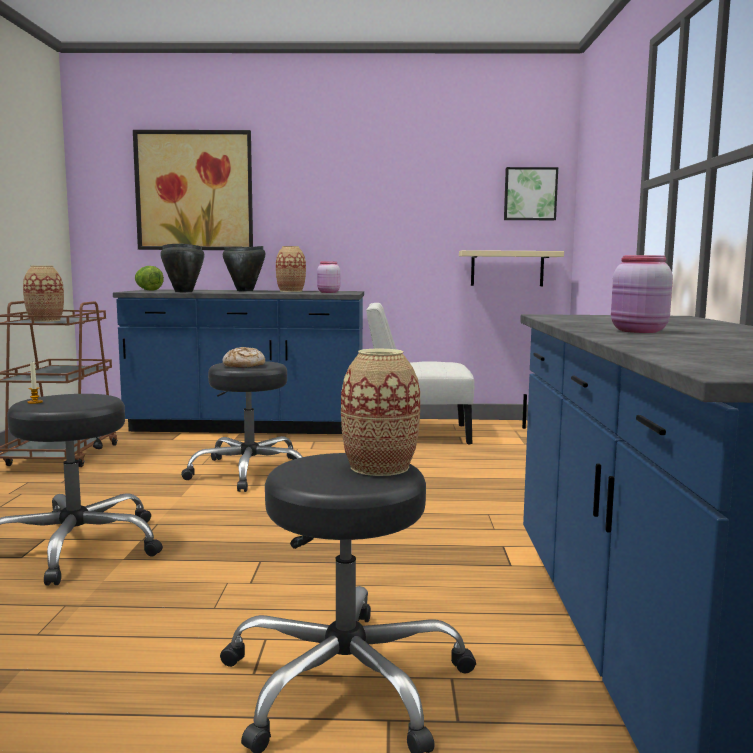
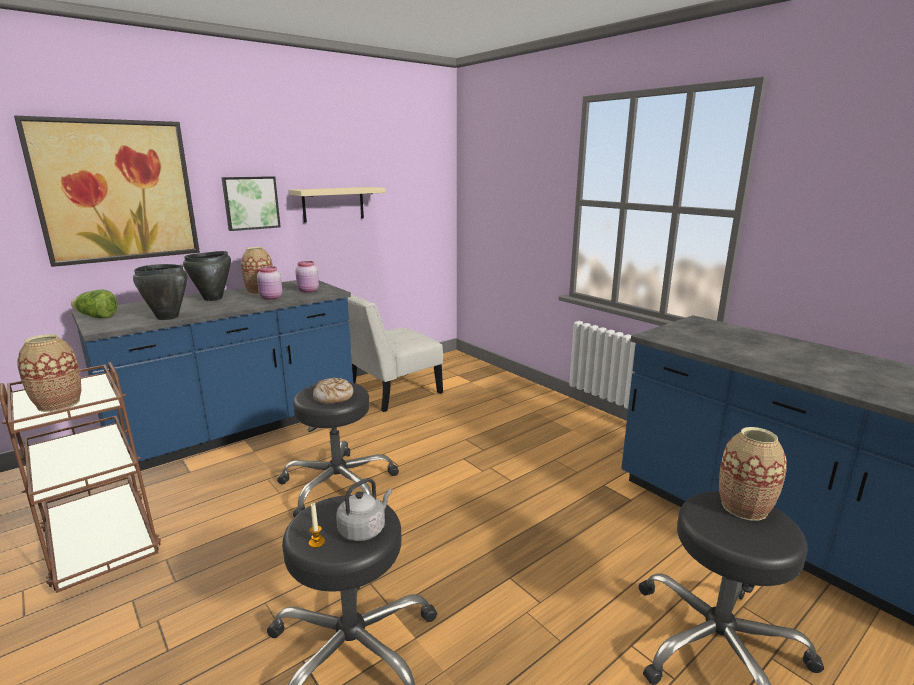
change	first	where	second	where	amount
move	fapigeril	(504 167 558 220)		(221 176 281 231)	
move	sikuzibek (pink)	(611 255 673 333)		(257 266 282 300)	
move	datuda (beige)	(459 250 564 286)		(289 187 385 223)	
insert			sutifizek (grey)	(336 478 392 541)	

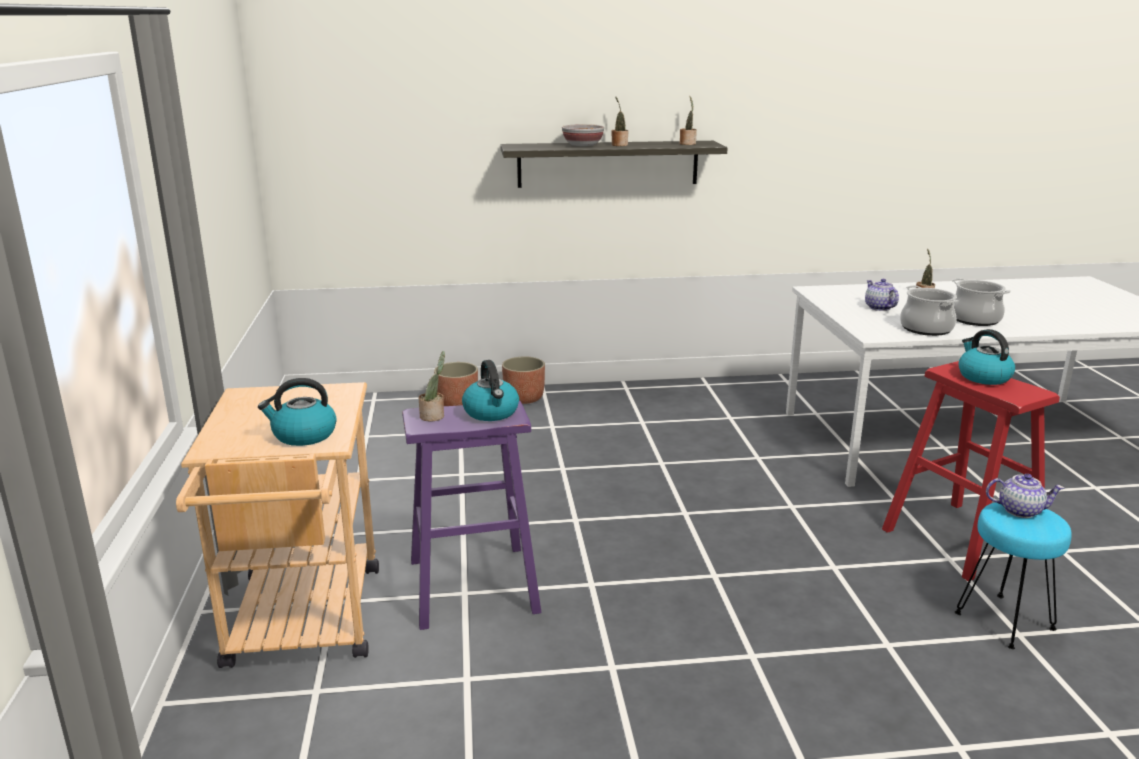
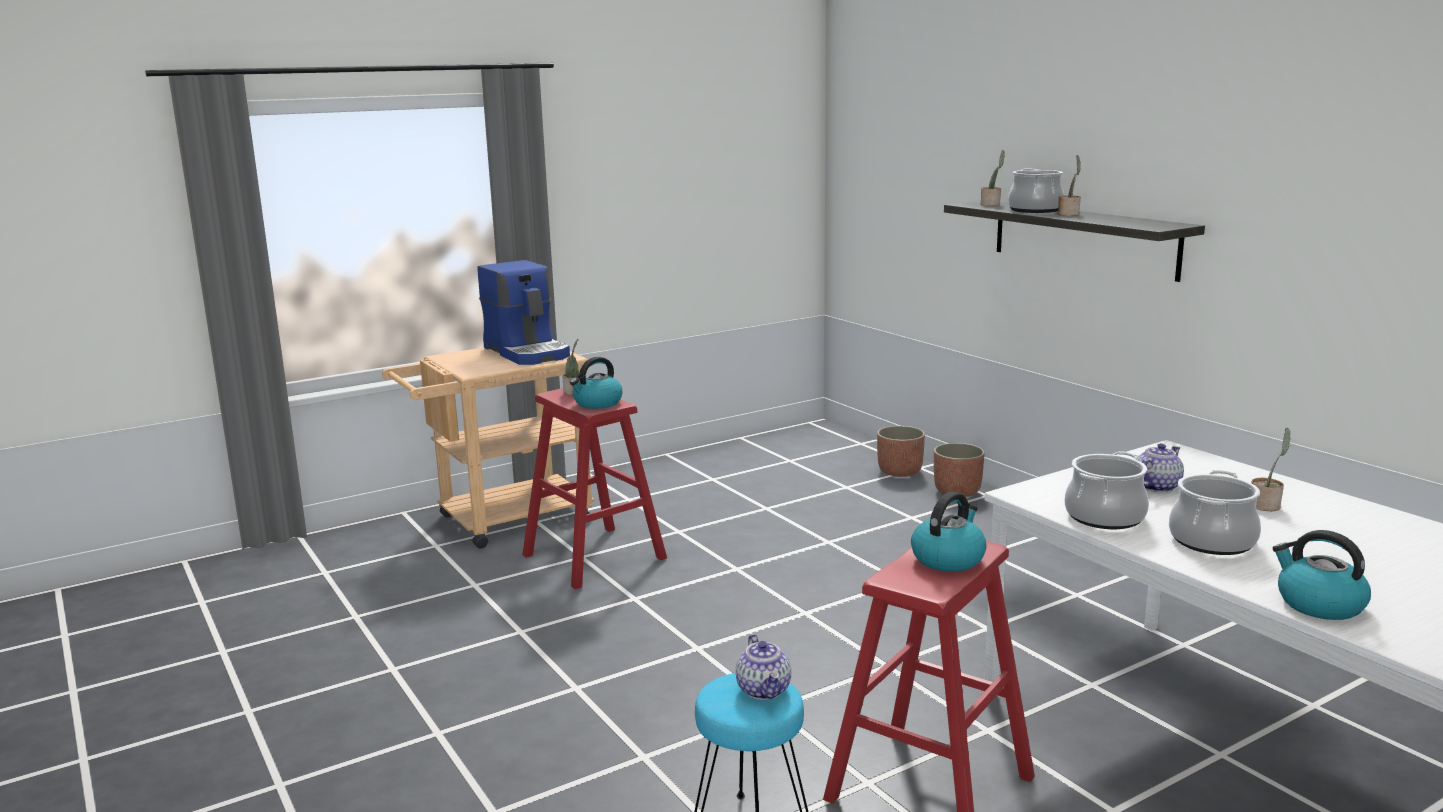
change	first	where	second	where	amount
insert			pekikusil	(477 260 570 365)	
recolor	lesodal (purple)	(402 400 542 630)	lesodal (red)	(522 388 667 589)	
move	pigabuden	(680 96 697 145)		(981 150 1005 206)	
replace	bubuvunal	(562 124 604 146)	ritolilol	(1008 168 1064 213)	
move	sutifizek	(258 378 337 446)		(1273 530 1371 620)	

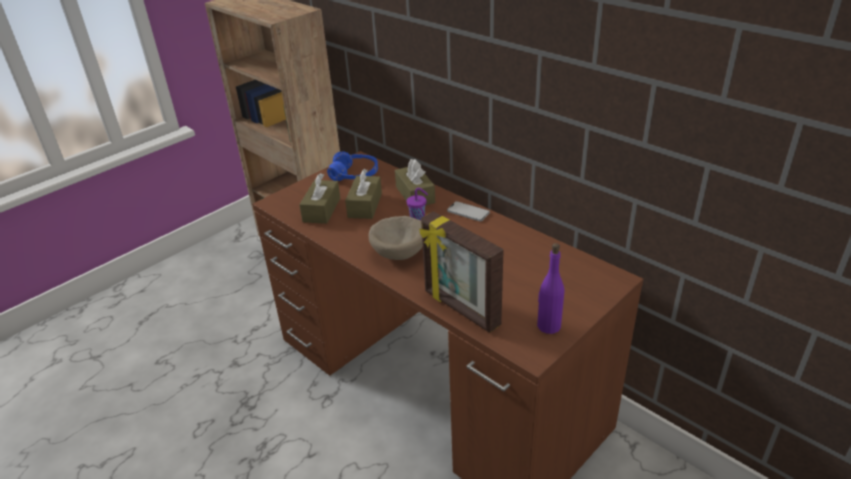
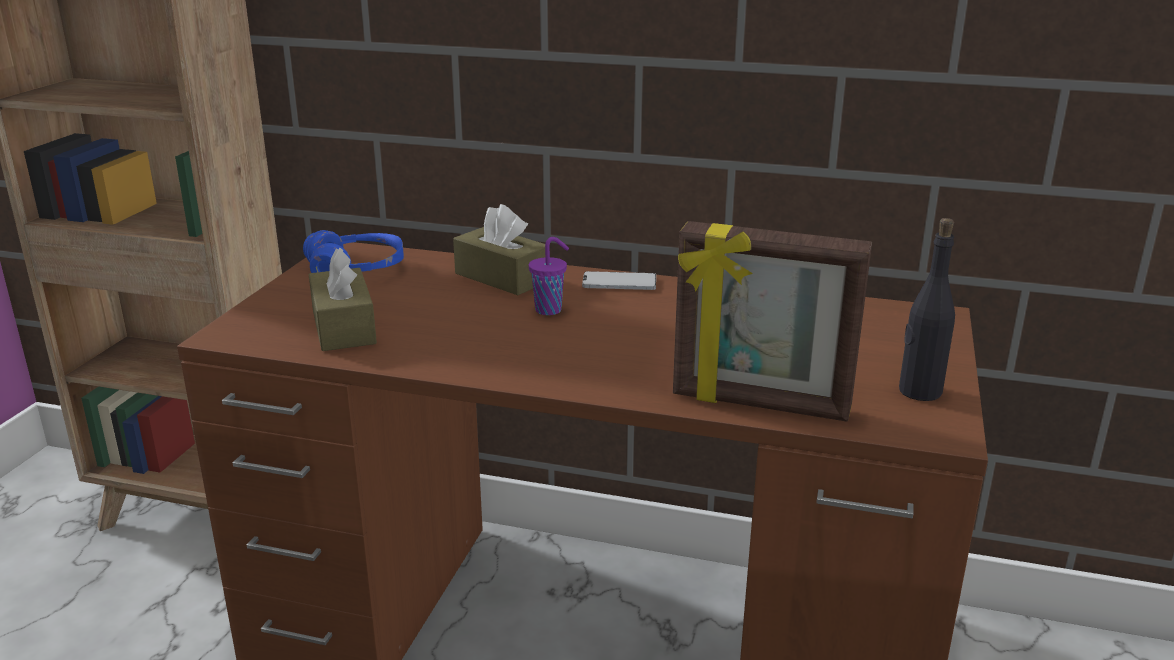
change	first	where	second	where	amount
recolor	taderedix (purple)	(537 243 564 334)	taderedix (black)	(899 218 955 401)	
delete	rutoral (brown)	(345 169 382 219)			
delete	bubuvunal (beige)	(369 216 423 260)			

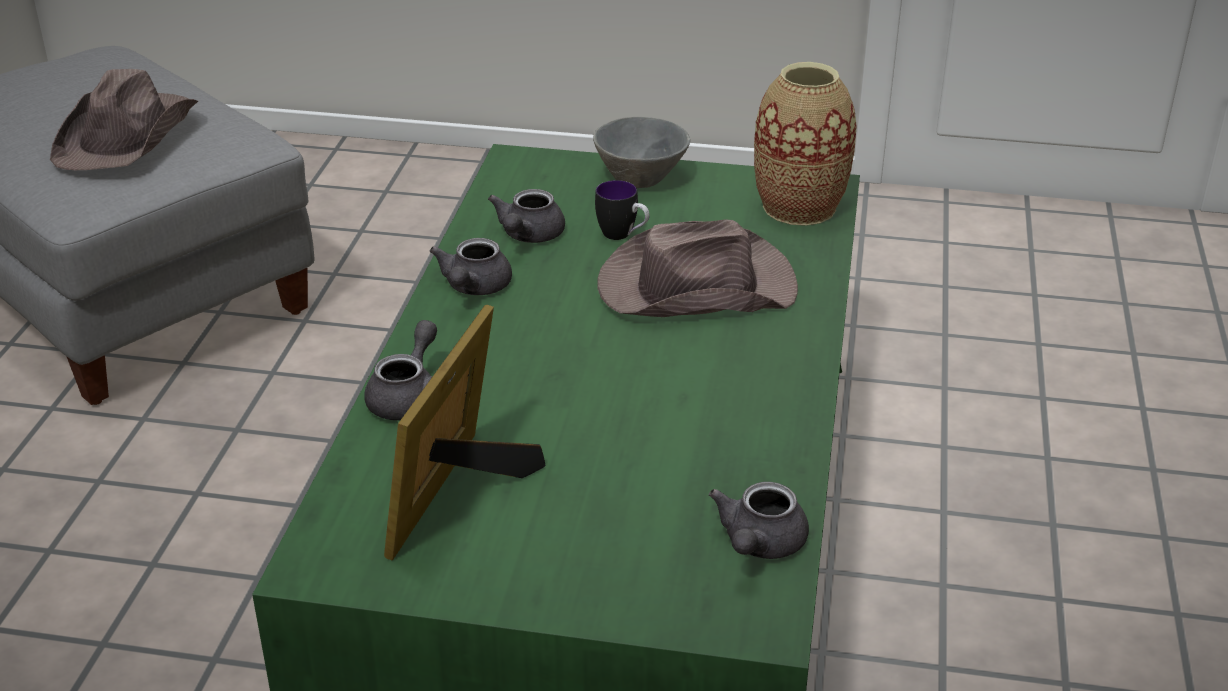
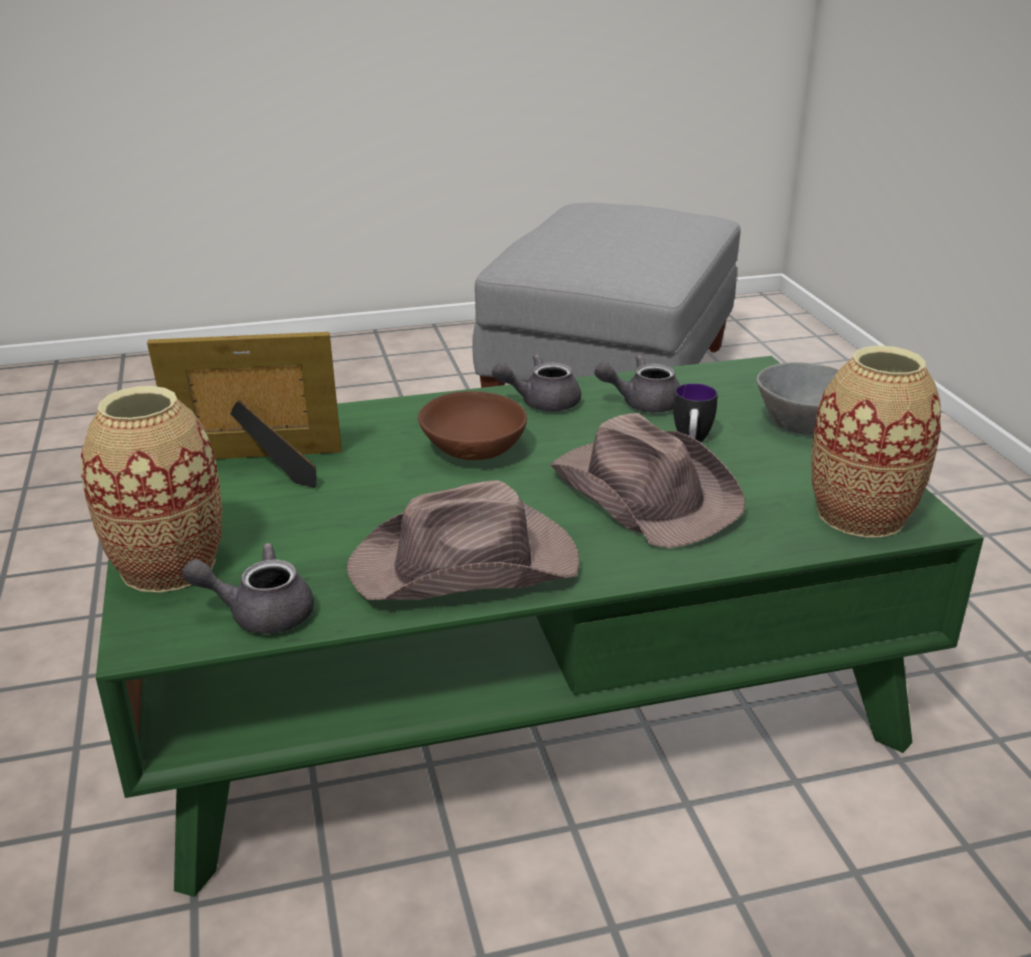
change	first	where	second	where	amount
insert			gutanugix	(81 386 222 593)	
move	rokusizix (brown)	(50 69 198 170)		(347 480 580 600)	
insert			bubuvunal (brown)	(418 391 527 460)	
delete	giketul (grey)	(364 320 437 420)			

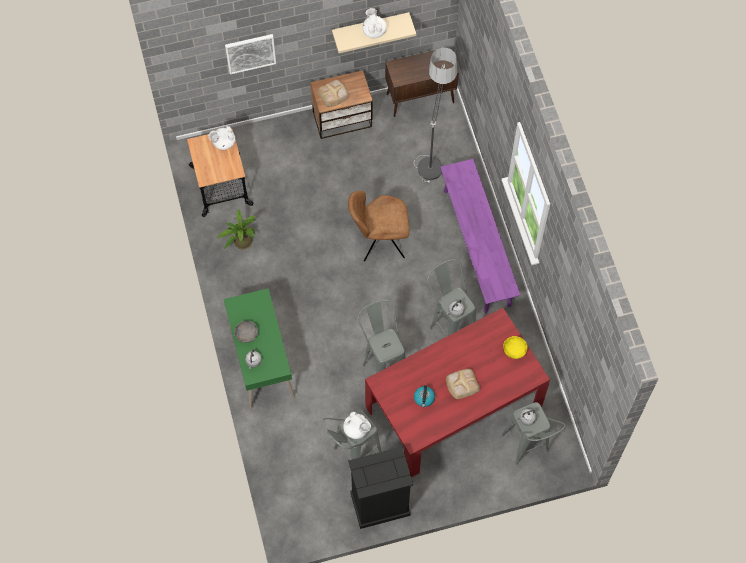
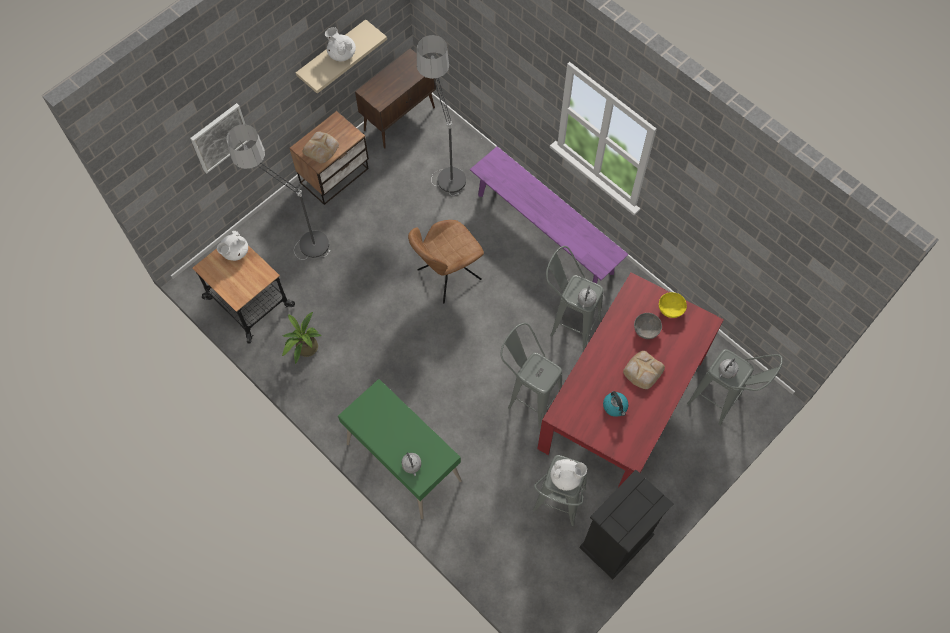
change	first	where	second	where	amount
insert			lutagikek	(226 124 331 260)	
move	bubuvunal (grey)	(234 321 258 343)		(634 313 662 339)	

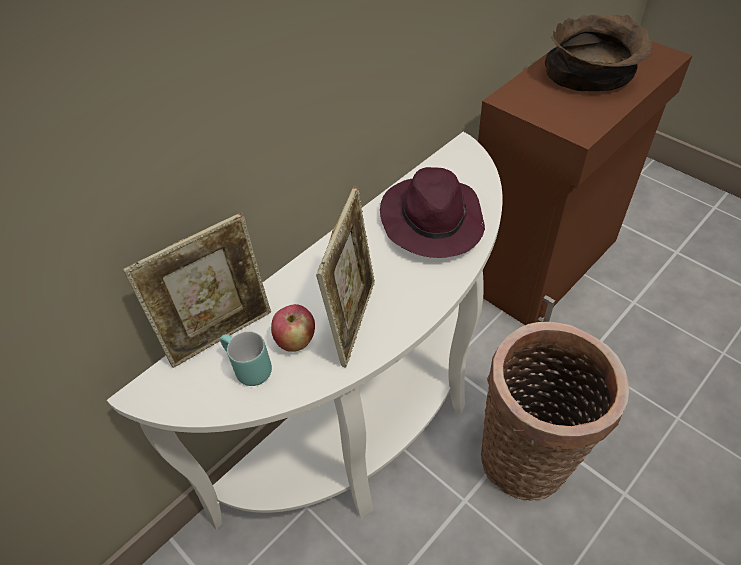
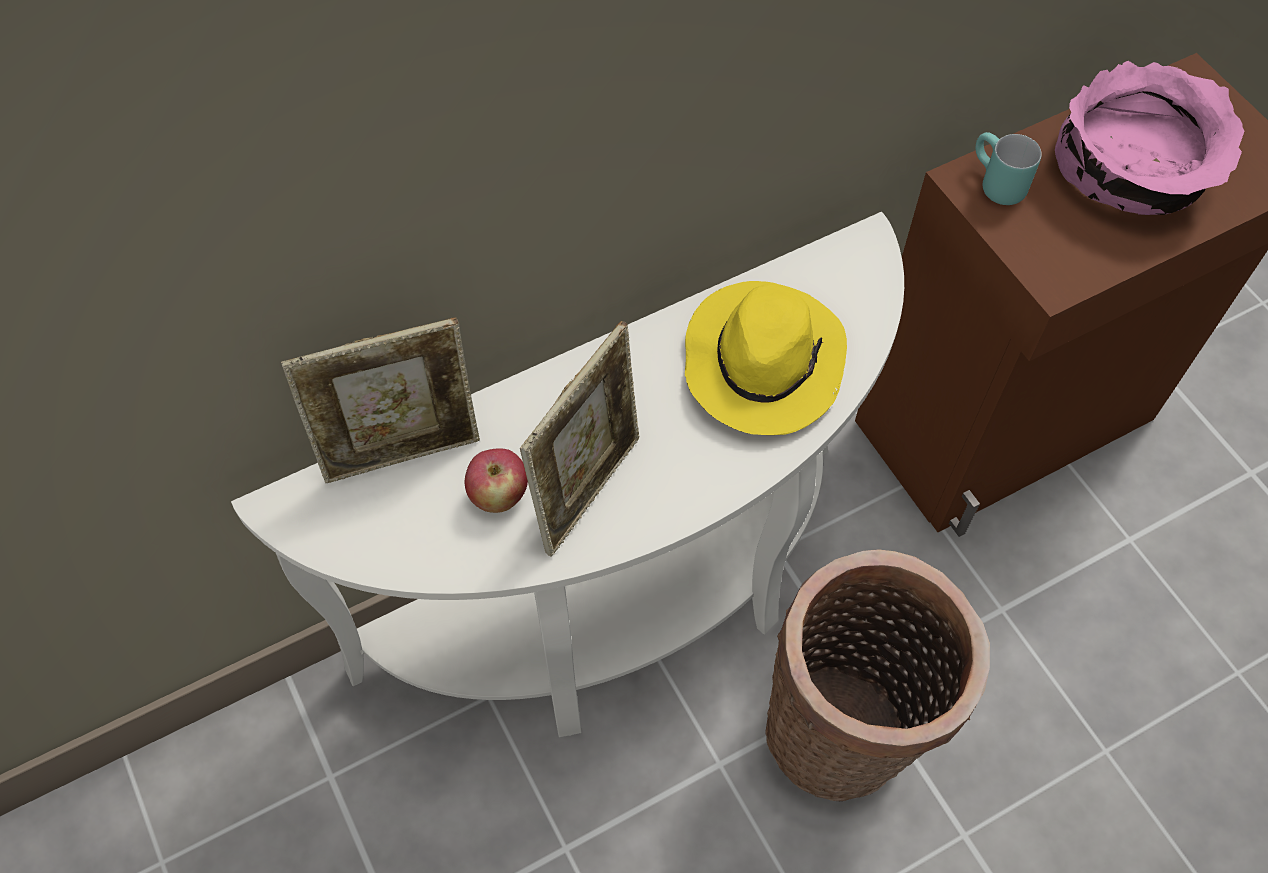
change	first	where	second	where	amount
recolor	rokusizix (purple)	(380 167 485 258)	rokusizix (yellow)	(685 281 847 435)	
move	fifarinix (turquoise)	(220 331 272 386)		(976 132 1042 205)	
recolor	bubuvunal (brown)	(545 14 653 91)	bubuvunal (pink)	(1055 61 1244 215)	

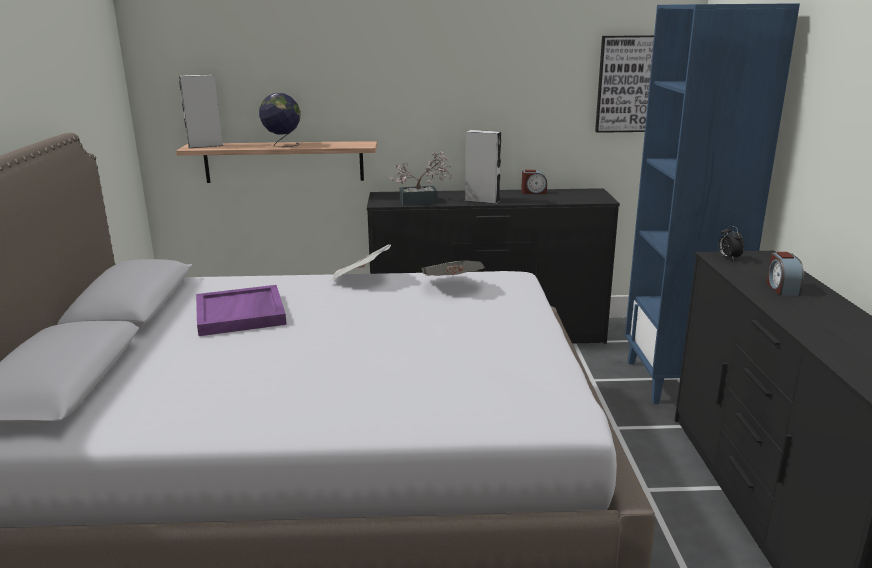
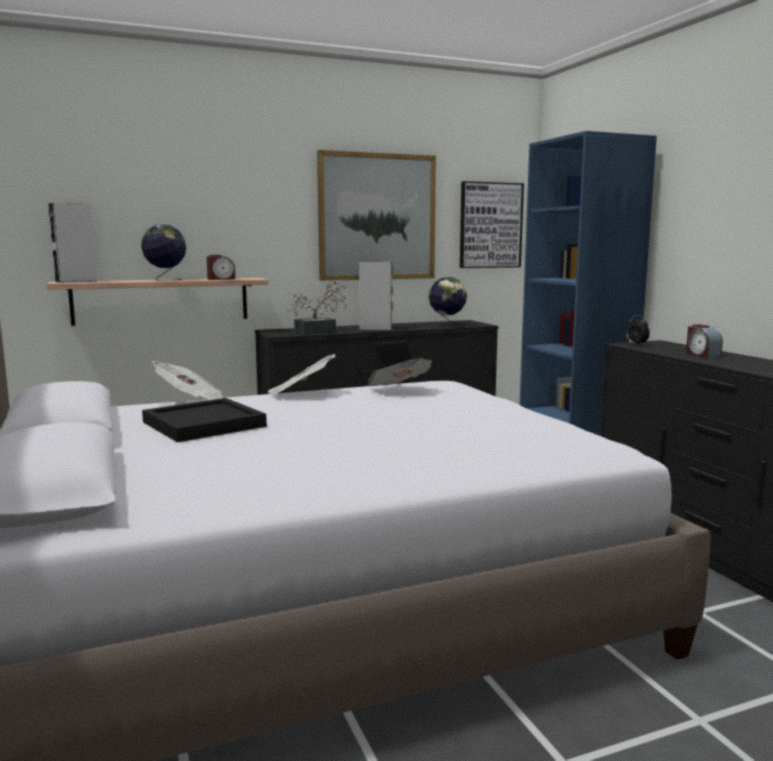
change	first	where	second	where	amount
recolor	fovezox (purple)	(196 285 287 336)	fovezox (black)	(142 398 267 442)	
insert			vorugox	(152 361 223 400)	
move	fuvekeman	(521 170 547 194)		(206 255 236 280)	
insert			fapigeril	(317 150 436 281)	
insert			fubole	(429 277 467 327)	

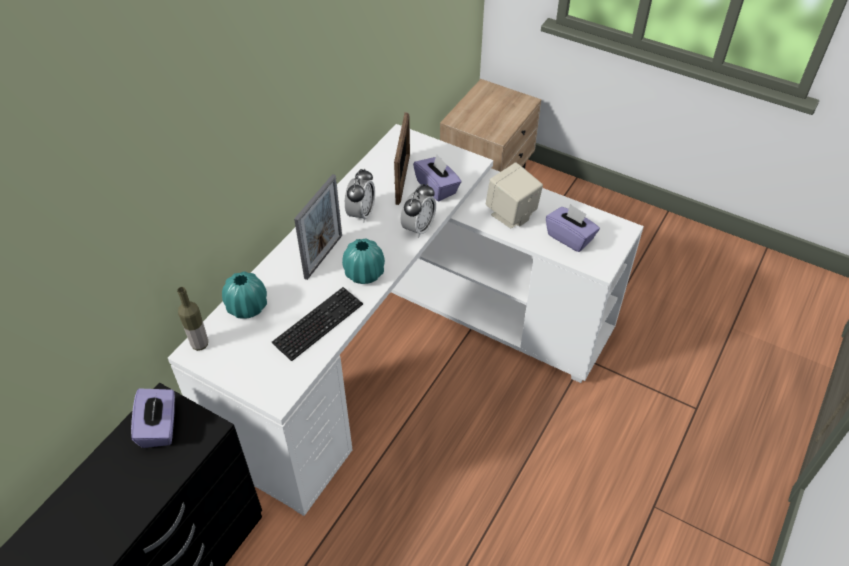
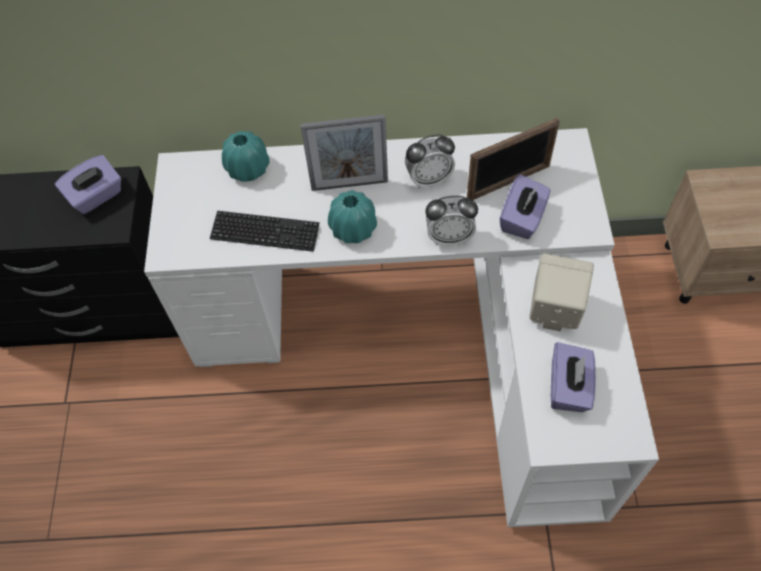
change	first	where	second	where	amount
delete	taderedix	(177 287 208 351)			

